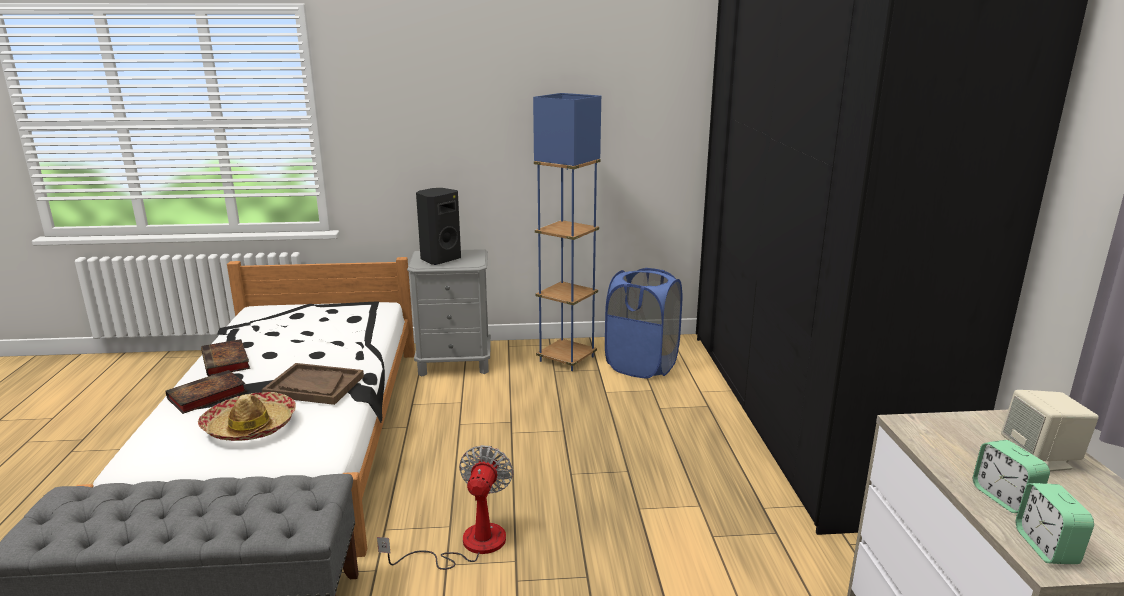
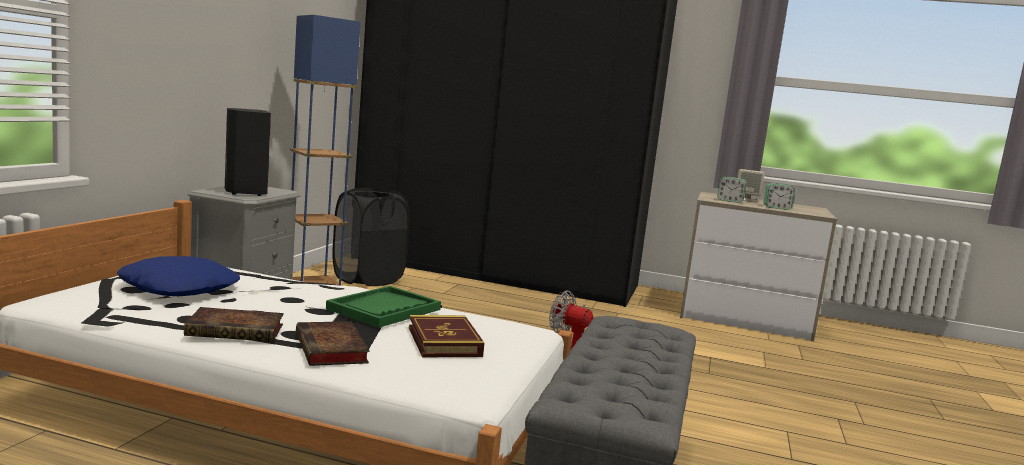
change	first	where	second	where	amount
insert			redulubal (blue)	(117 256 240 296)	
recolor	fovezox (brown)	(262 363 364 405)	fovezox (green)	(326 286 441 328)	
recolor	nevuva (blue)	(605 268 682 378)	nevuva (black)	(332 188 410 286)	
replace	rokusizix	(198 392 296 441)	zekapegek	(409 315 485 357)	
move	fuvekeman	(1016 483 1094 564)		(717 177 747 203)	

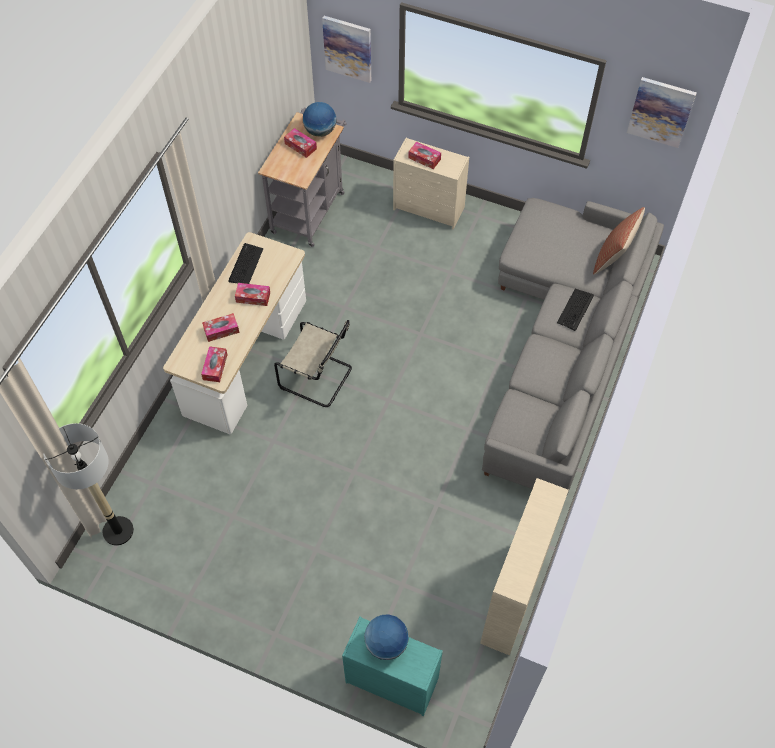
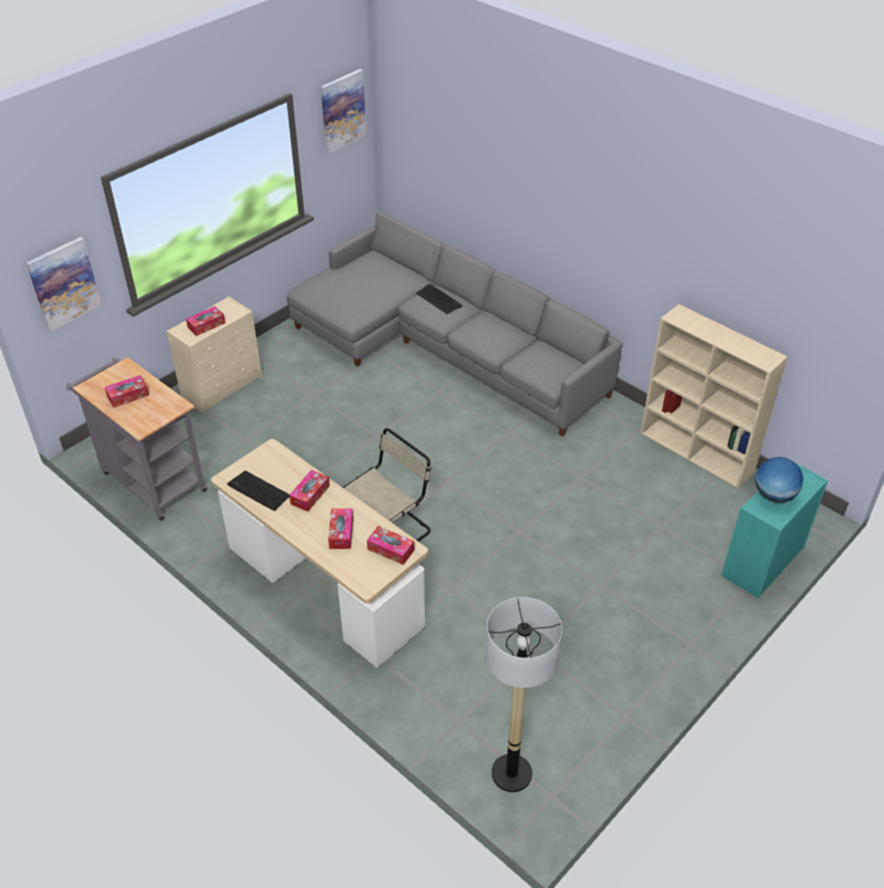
change	first	where	second	where	amount
delete	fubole	(303 102 337 137)			
delete	redulubal	(593 207 645 275)			

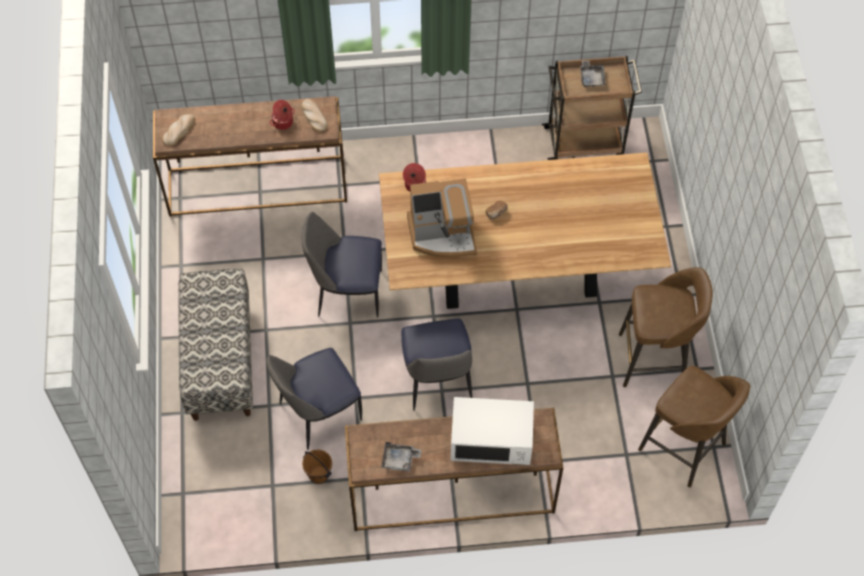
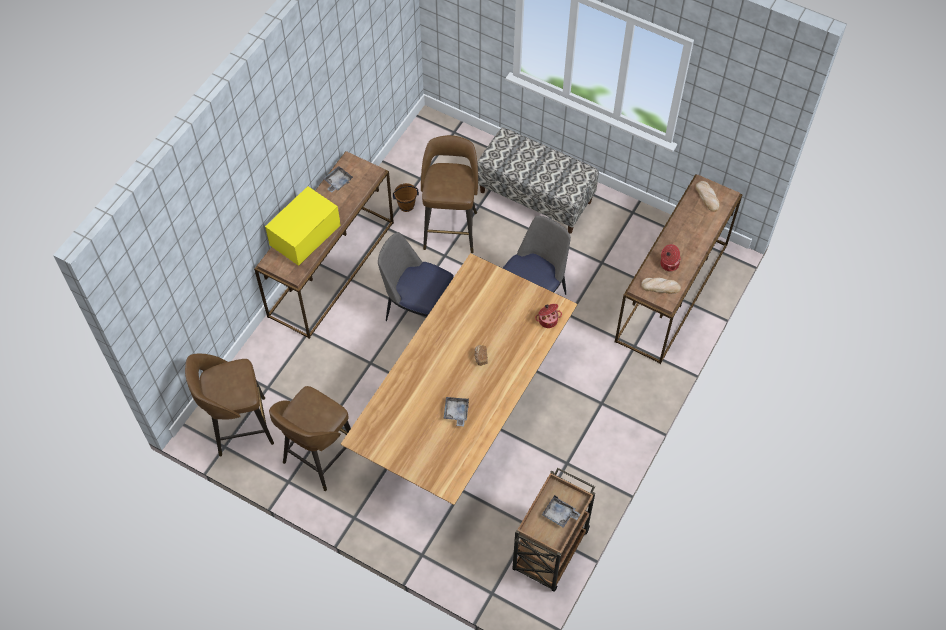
change	first	where	second	where	amount
recolor	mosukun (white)	(451 397 534 465)	mosukun (yellow)	(265 186 341 266)	
replace	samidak	(266 348 362 450)	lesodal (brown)	(421 135 478 253)	
insert			fovezox (grey)	(443 397 469 426)	
delete	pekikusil	(407 179 477 258)			

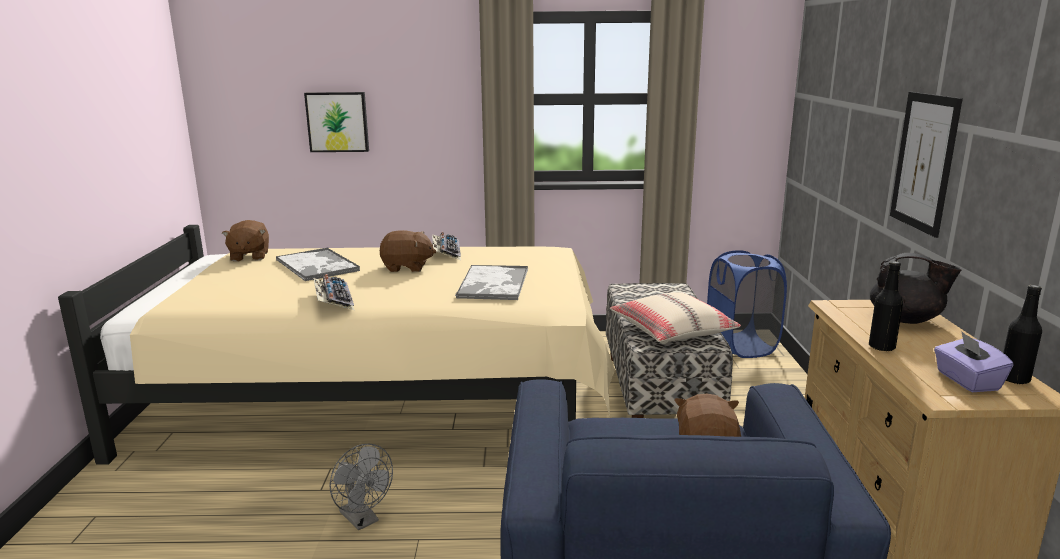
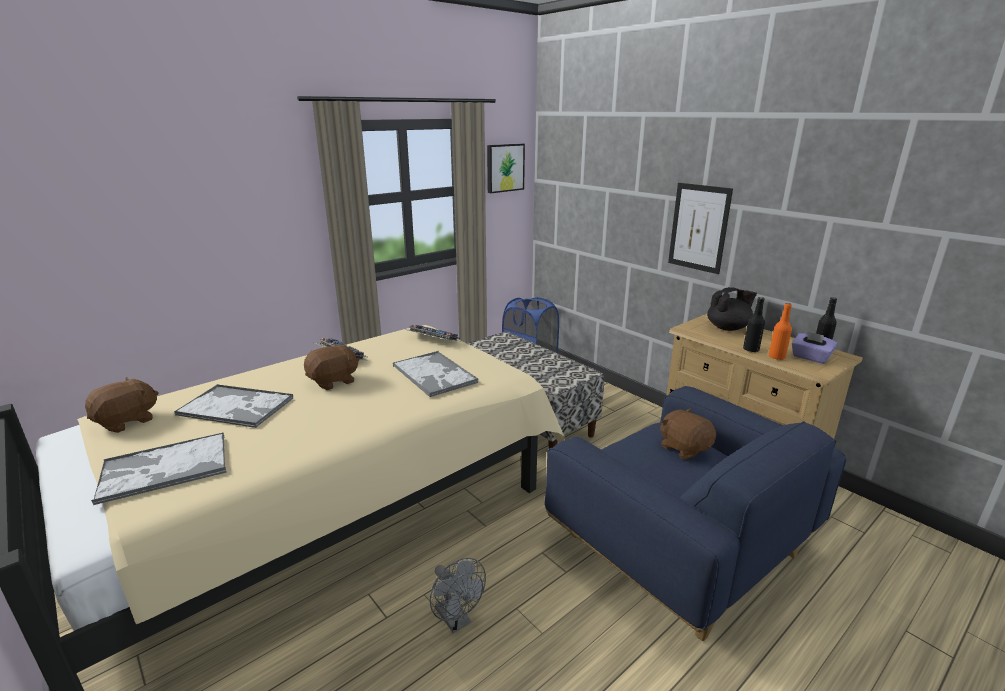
change	first	where	second	where	amount
rotate	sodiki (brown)	(221 220 269 262)		(85 378 159 433)	90 degrees counterclockwise
insert			fovezox	(91 433 227 505)	
move	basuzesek	(313 274 354 310)		(404 325 460 341)	
rotate	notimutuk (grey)	(329 444 393 530)		(430 558 486 633)	45 degrees clockwise
move	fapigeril	(304 92 369 152)		(487 144 525 193)	
insert			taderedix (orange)	(769 303 792 360)	
delete	redulubal (beige)	(610 292 741 344)			

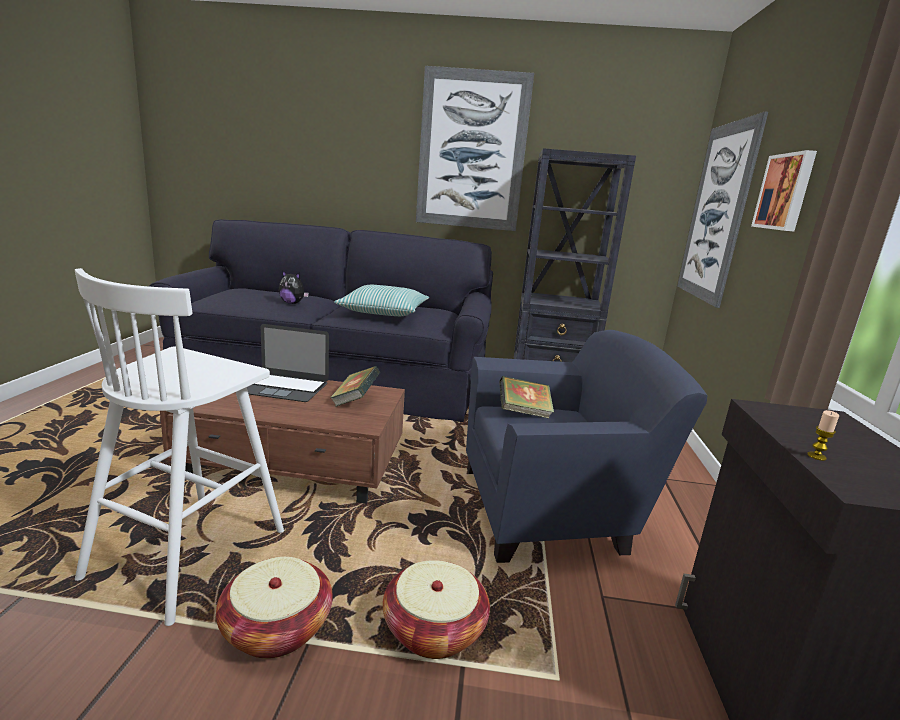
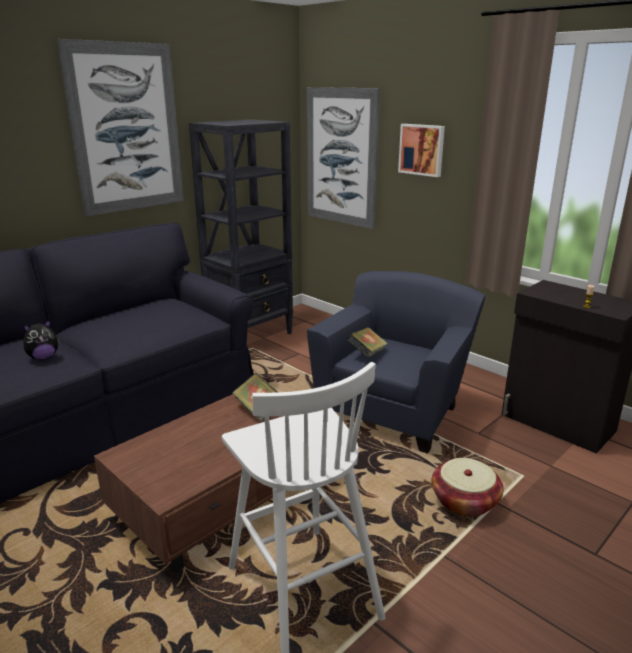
change	first	where	second	where	amount
delete	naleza	(216 557 333 659)			
delete	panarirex	(247 324 329 402)			
delete	redulubal	(334 285 429 316)			

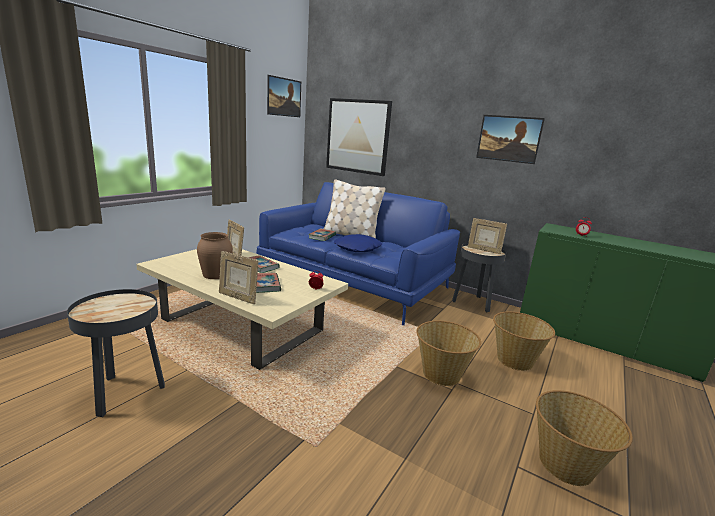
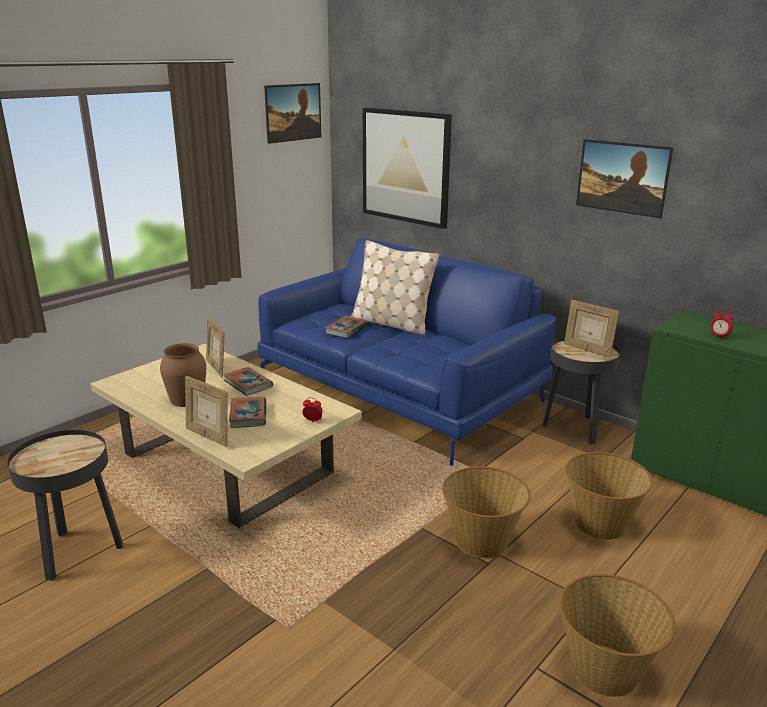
change	first	where	second	where	amount
delete	redulubal (blue)	(334 234 382 252)			

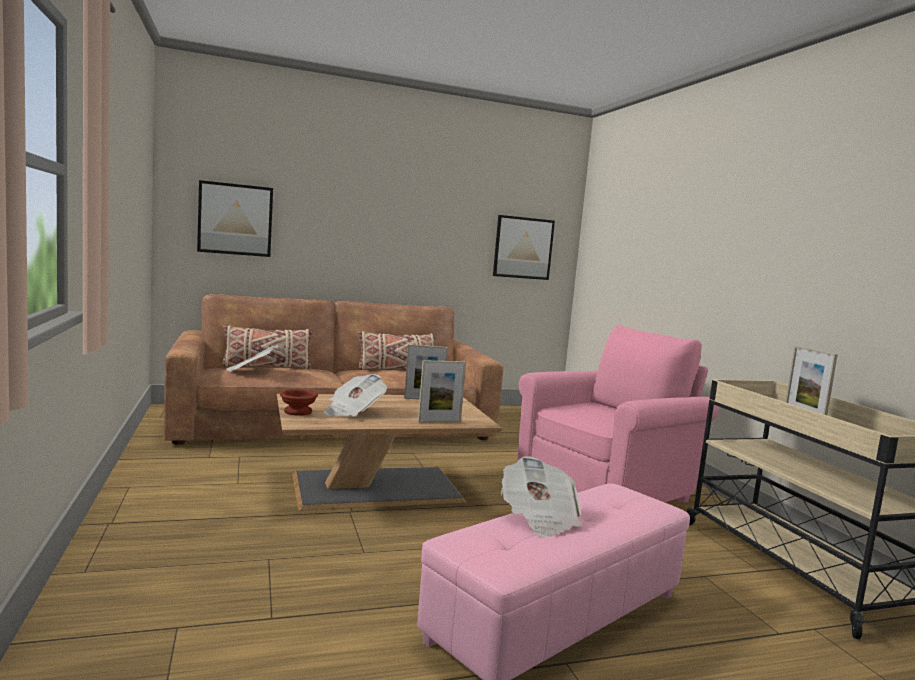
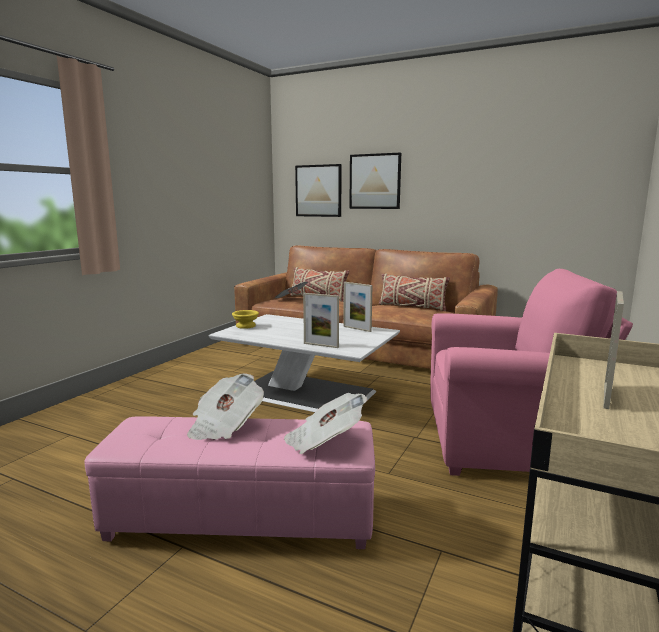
change	first	where	second	where	amount
recolor	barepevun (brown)	(277 394 502 510)	barepevun (white)	(208 314 400 412)	
recolor	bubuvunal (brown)	(280 389 318 416)	bubuvunal (yellow)	(232 310 259 329)	
move	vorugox	(323 374 387 417)		(284 393 368 454)	
move	fapigeril	(493 215 555 280)		(349 152 401 209)	

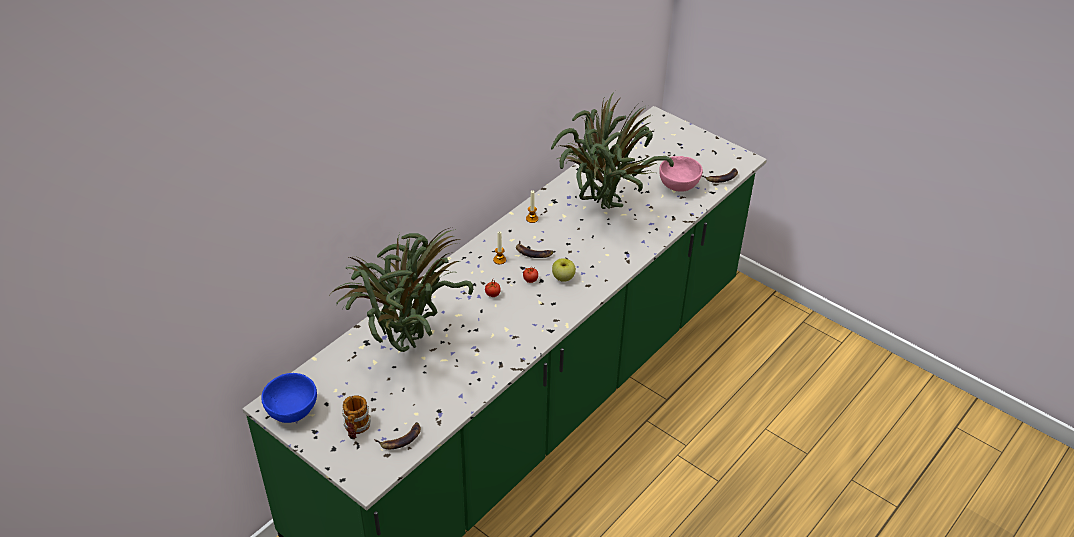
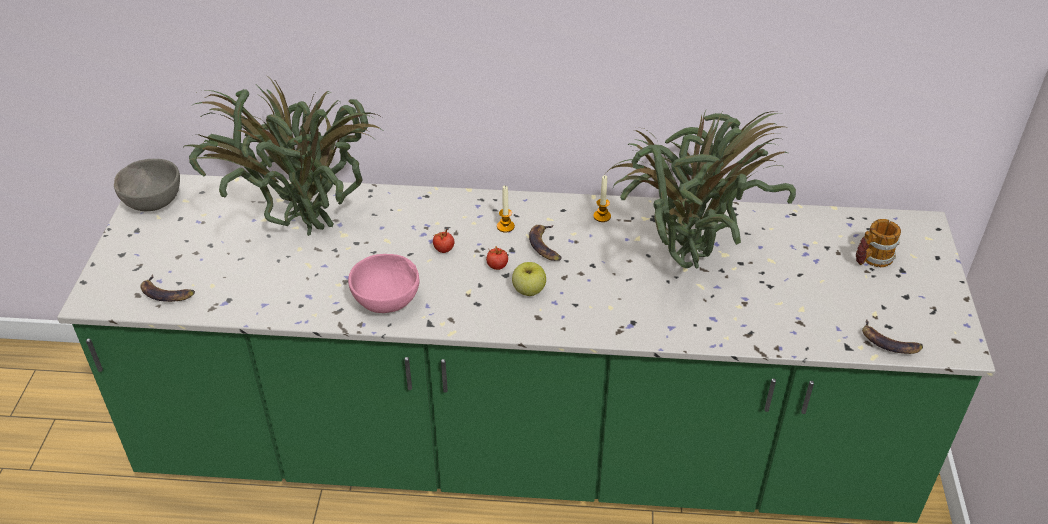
change	first	where	second	where	amount
recolor	bubuvunal (blue)	(261 373 317 423)	bubuvunal (grey)	(114 159 180 211)	
move	bubuvunal (pink)	(659 156 703 192)		(348 254 420 313)	
move	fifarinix	(342 395 371 439)		(856 219 901 267)	

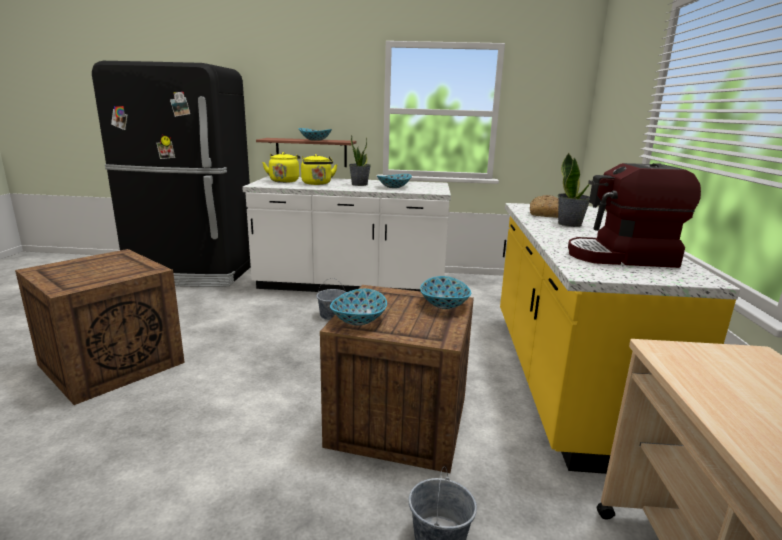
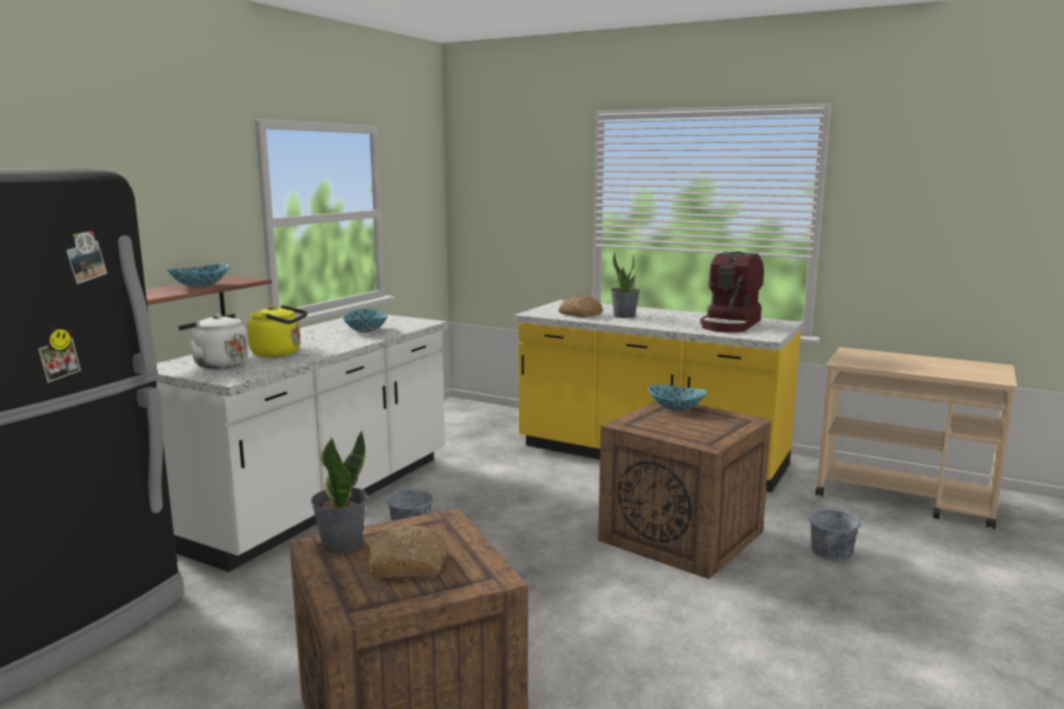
change	first	where	second	where	amount
recolor	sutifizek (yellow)	(262 152 300 183)	sutifizek (white)	(178 314 249 369)	
move	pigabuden	(349 135 371 186)		(310 430 367 553)	
insert			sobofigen	(369 525 449 578)	
delete	bubuvunal	(330 289 387 326)			

